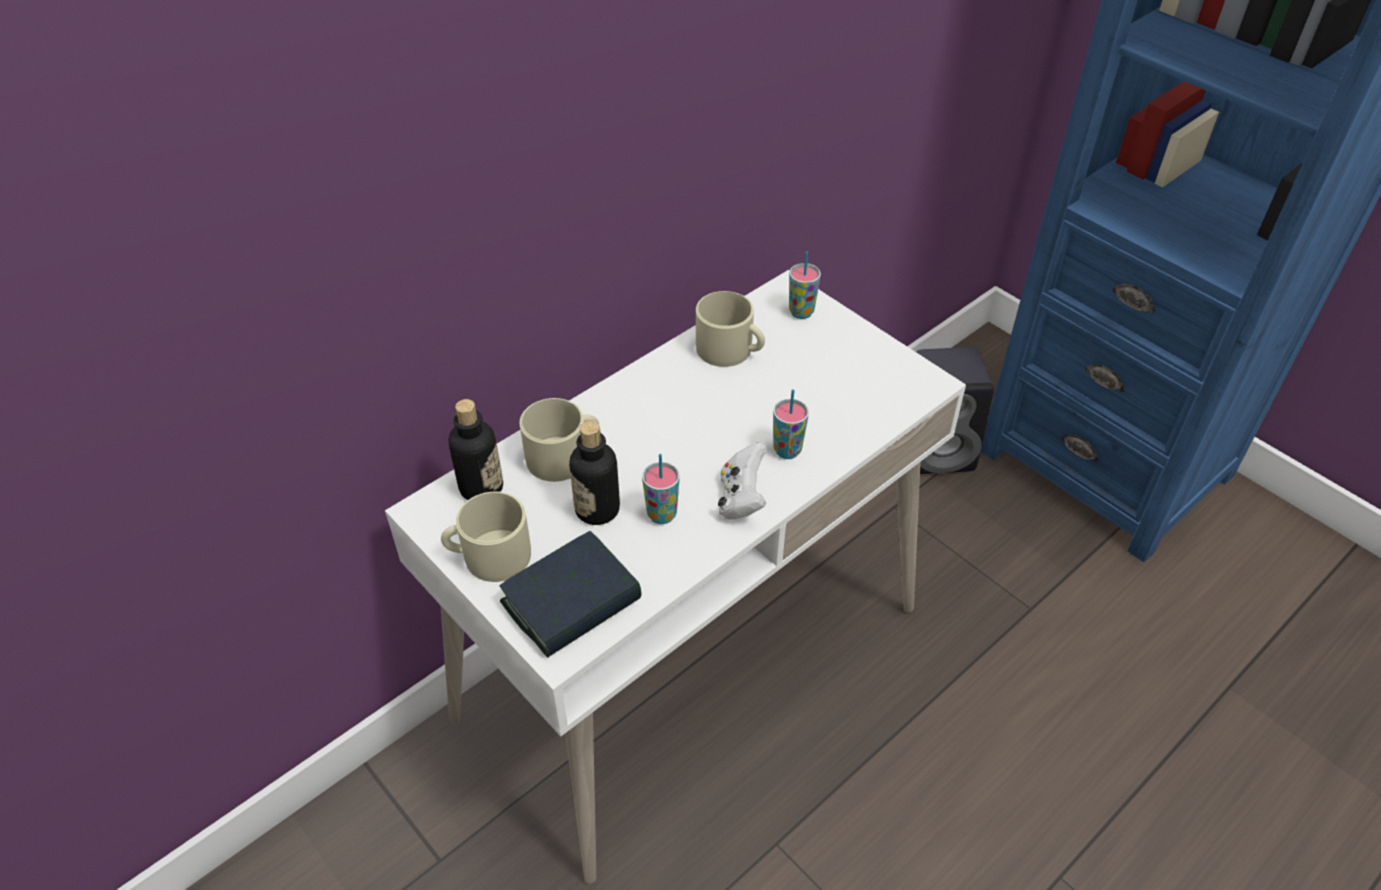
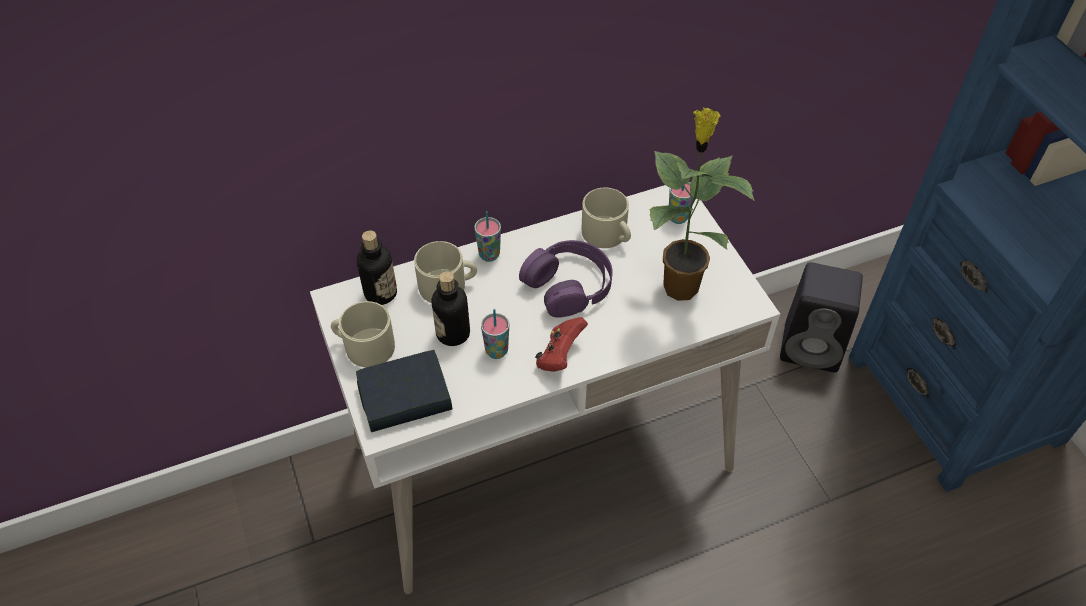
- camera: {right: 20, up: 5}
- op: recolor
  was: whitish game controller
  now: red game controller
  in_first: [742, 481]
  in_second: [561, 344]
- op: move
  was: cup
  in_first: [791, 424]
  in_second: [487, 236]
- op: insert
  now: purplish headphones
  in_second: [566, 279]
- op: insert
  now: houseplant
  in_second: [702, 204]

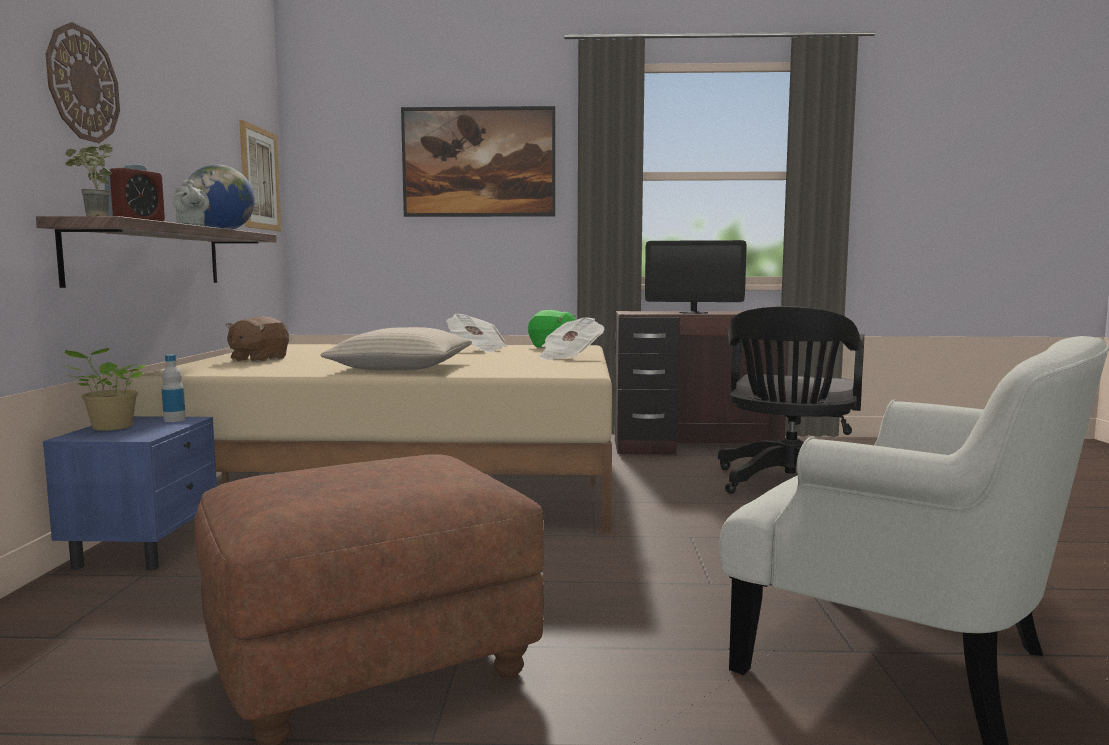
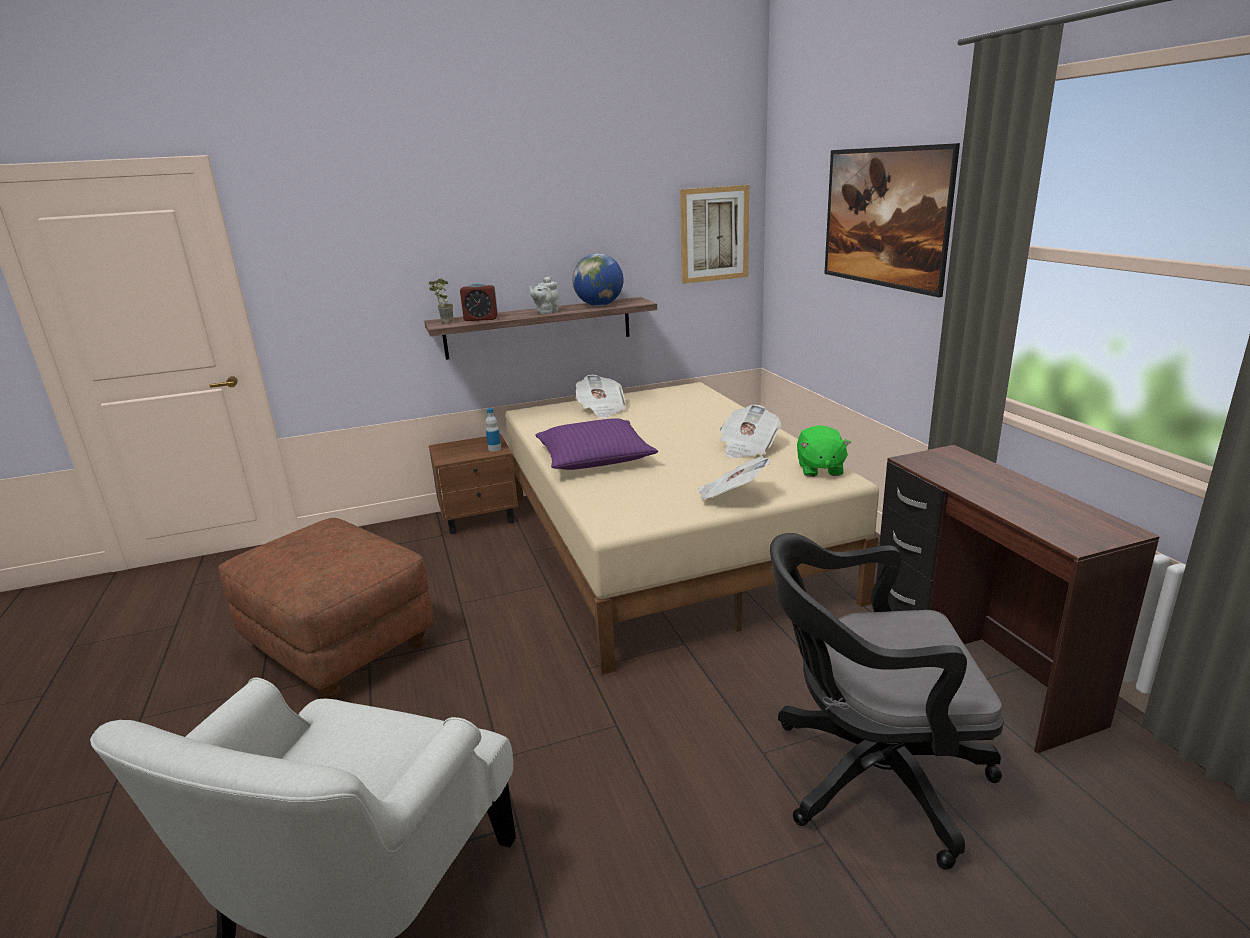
- camera: {right: 70, up: 15}
- op: recolor
  was: blue-coloured night table
  now: brown night table
  in_first: [130, 493]
  in_second: [473, 484]
- op: delete
  was: clock on the wall
  in_first: [83, 82]
- op: delete
  was: houseplant
  in_first: [103, 389]
- op: replace
  was: brown plush toy
  now: newspaper
  in_first: [257, 339]
  in_second: [601, 396]
- op: recolor
  was: beige pillow
  now: purplish pillow
  in_first: [396, 348]
  in_second: [596, 444]
- op: delete
  was: computer screen
  in_first: [696, 277]

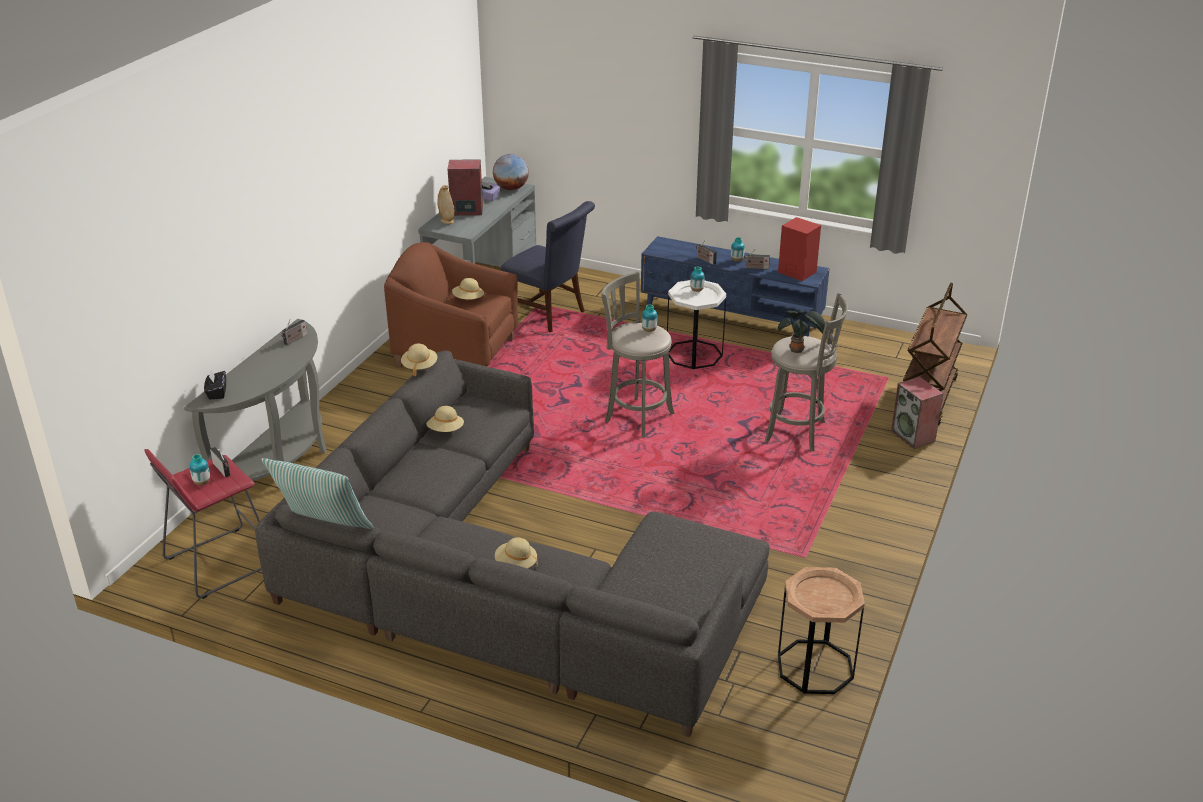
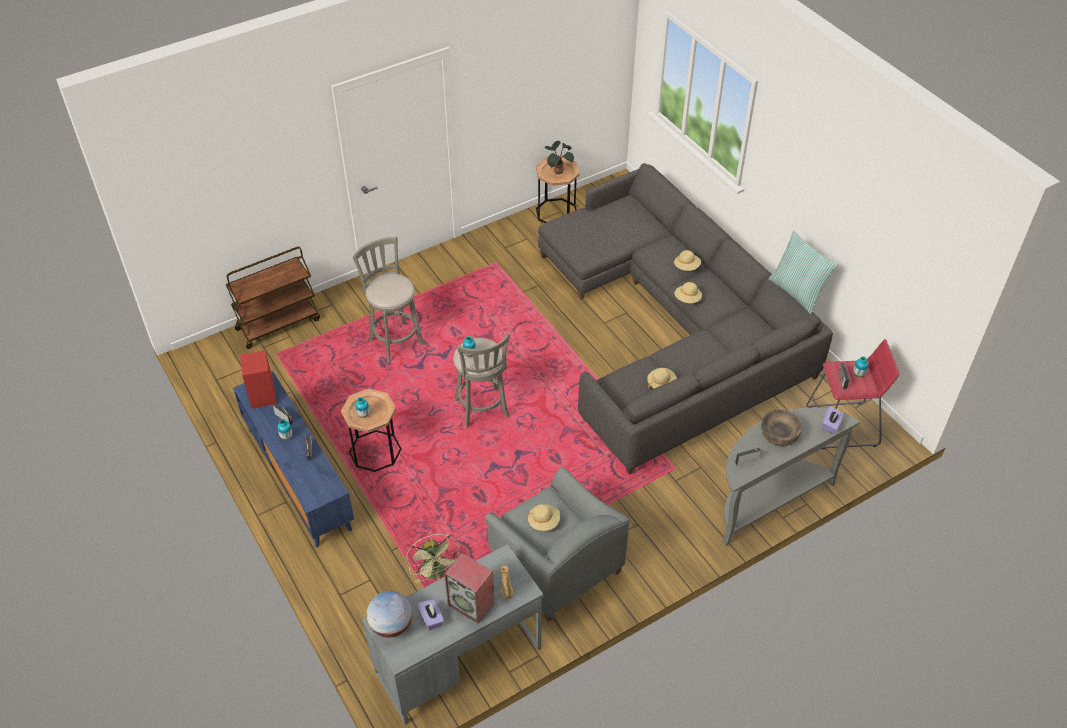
- camera: {right: -145, up: 15}
- op: recolor
  was: black tissue box
  now: purplish tissue box
  in_first: [215, 384]
  in_second: [832, 420]
- op: recolor
  was: brown easy chair
  now: gray easy chair
  in_first: [451, 304]
  in_second: [557, 544]
- op: move
  was: beige wearable hat
  in_first: [419, 360]
  in_second: [688, 292]
- op: replace
  was: blue-coloured upright chair
  now: green electric fan
  in_first: [548, 266]
  in_second: [433, 558]
- op: recolor
  was: whitish accent table
  now: brown accent table
  in_first: [696, 324]
  in_second: [371, 430]
- op: move
  was: houseplant
  in_first: [801, 331]
  in_second: [559, 158]
- op: delete
  was: speaker
  in_first: [917, 413]
- op: insert
  now: brown bowl
  in_second: [781, 428]

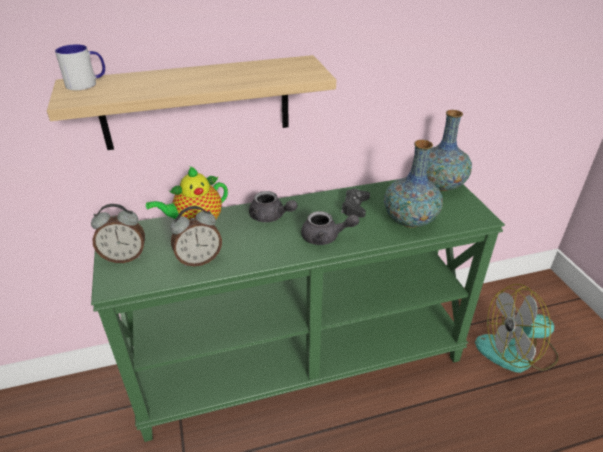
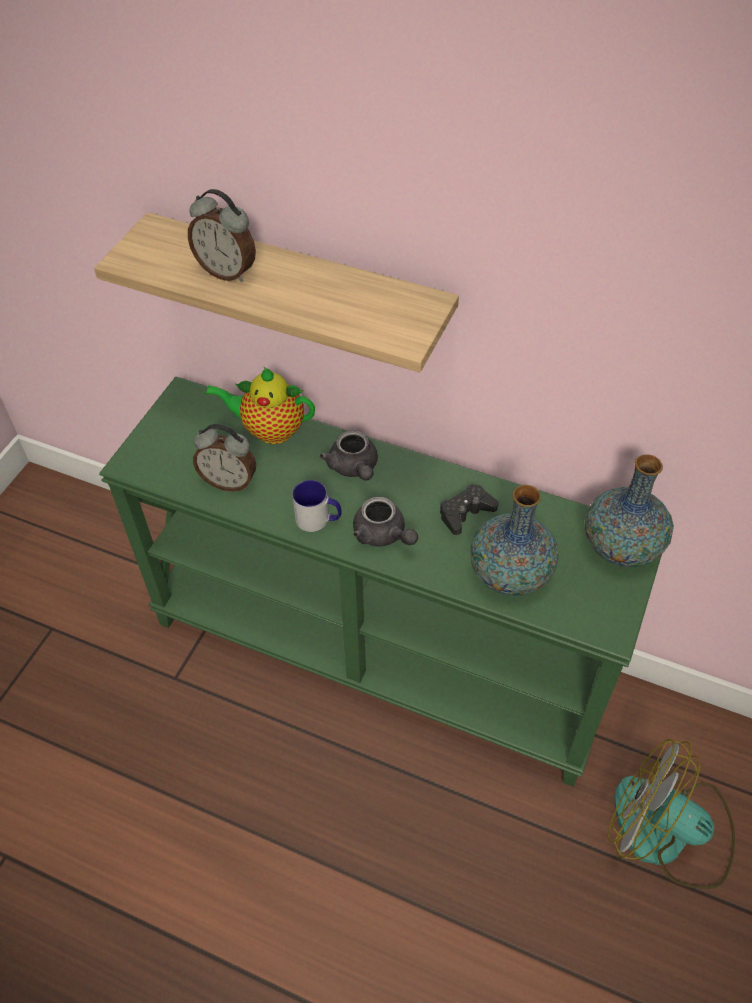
- camera: {right: 40, up: 15}
- op: move
  was: coffee mug
  in_first: [80, 67]
  in_second: [317, 506]
- op: move
  was: alarm clock
  in_first: [118, 233]
  in_second: [222, 235]

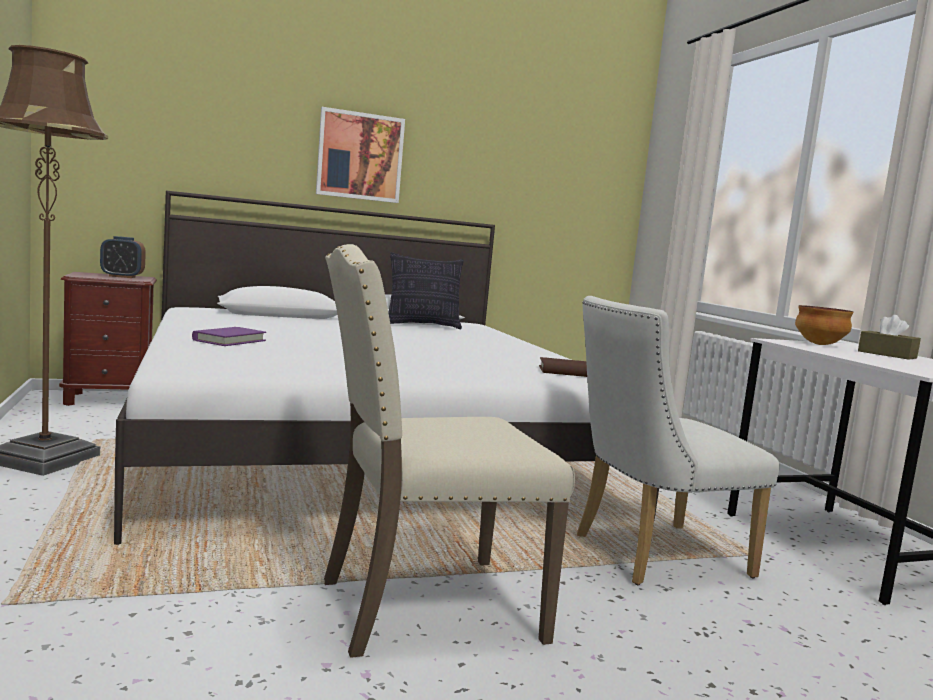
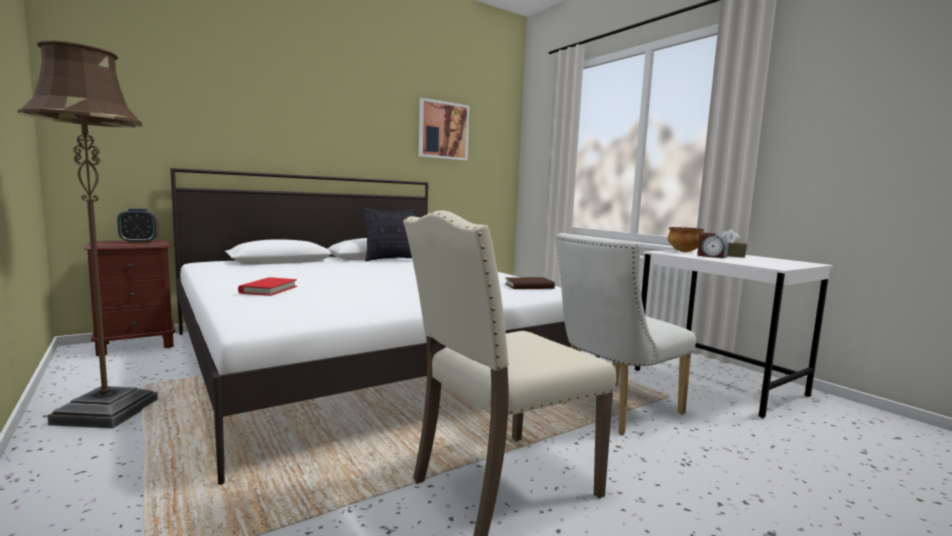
- camera: {right: -15, up: 0}
- op: recolor
  was: purplish bound book
  now: red bound book
  in_first: [229, 336]
  in_second: [267, 286]
- op: move
  was: wall picture
  in_first: [360, 155]
  in_second: [444, 129]
- op: insert
  now: alarm clock
  in_second: [713, 245]

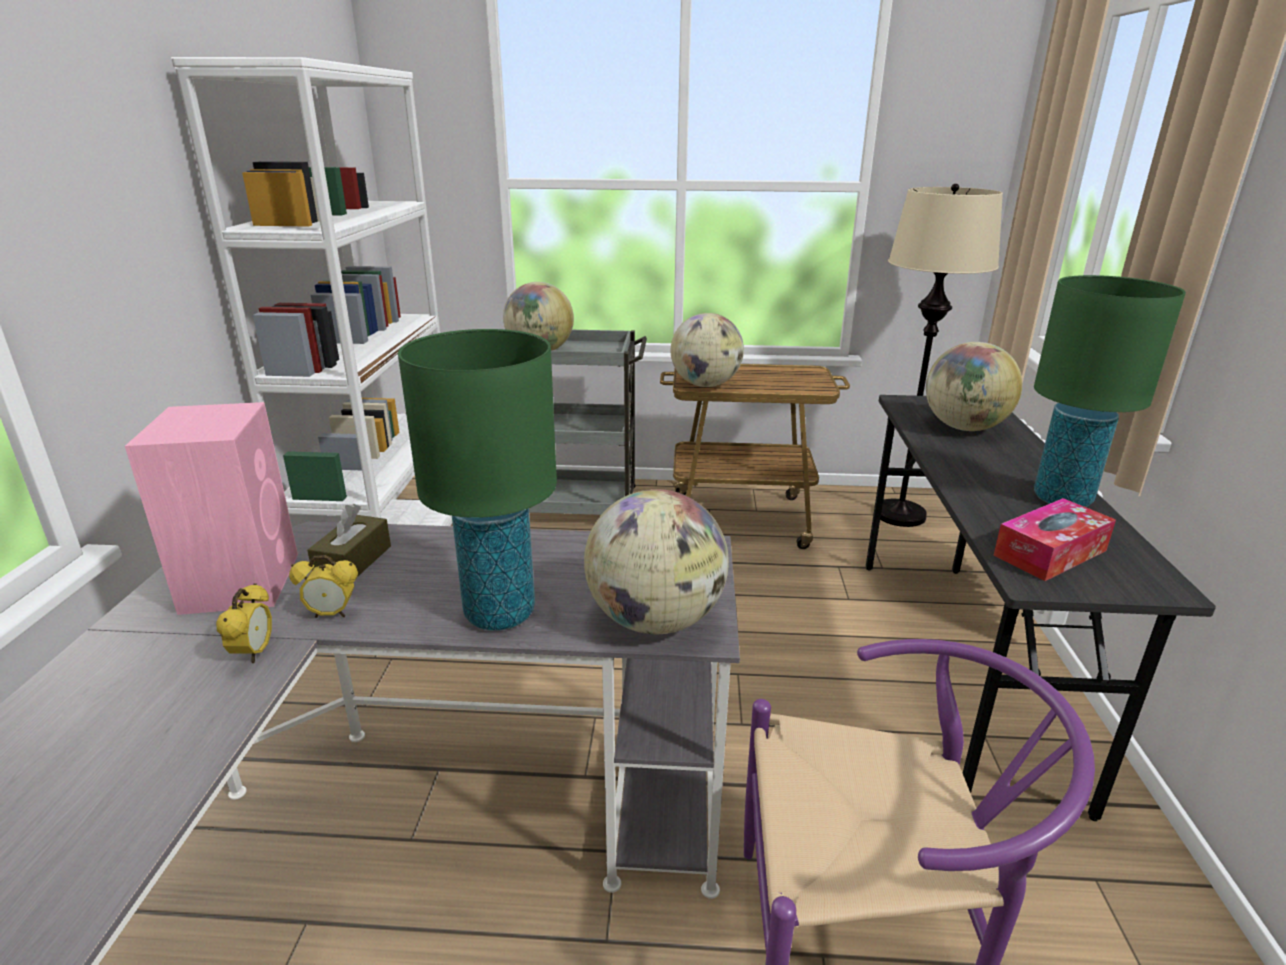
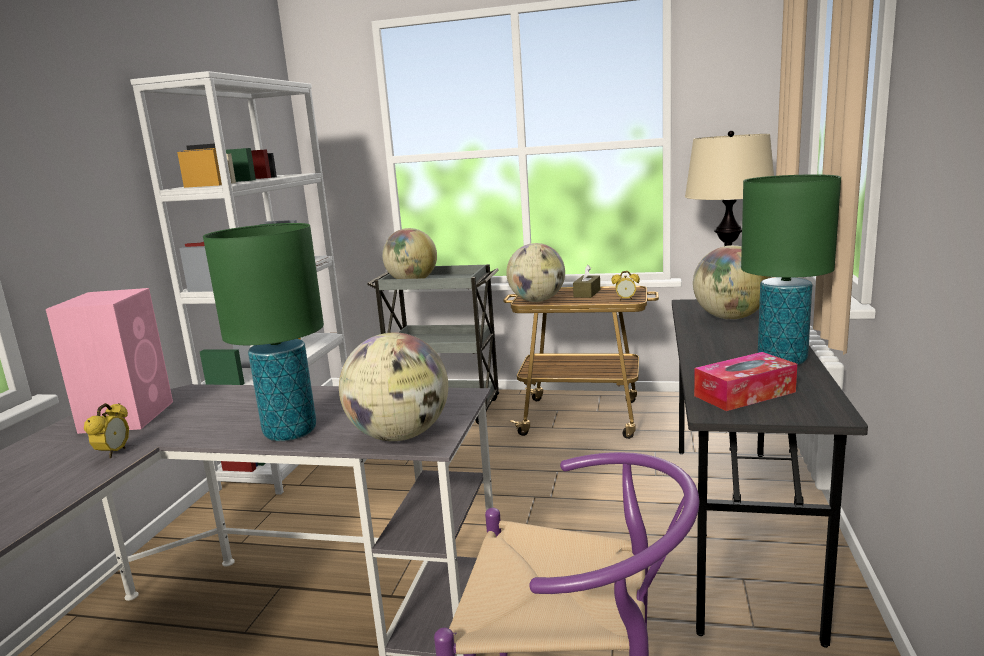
- camera: {right: 10, up: -10}
- op: move
  was: alarm clock
  in_first: [323, 586]
  in_second: [625, 286]
- op: move
  was: brown tissue box
  in_first: [349, 540]
  in_second: [586, 281]

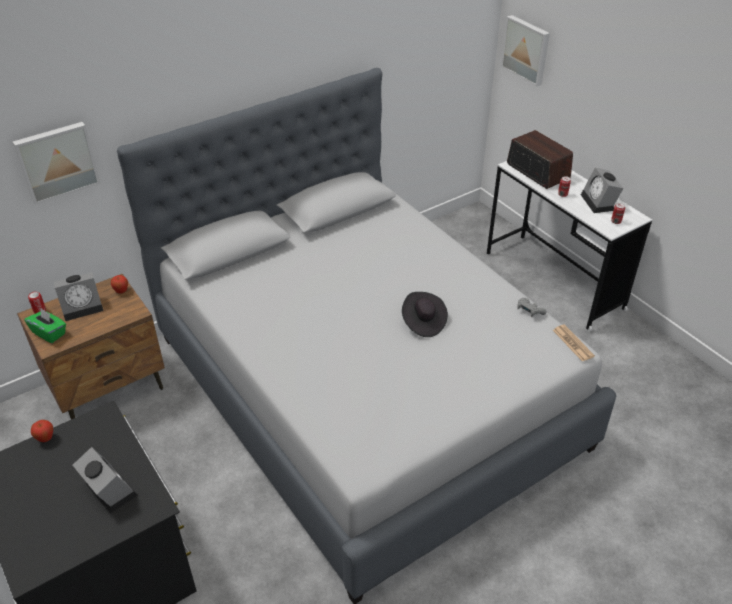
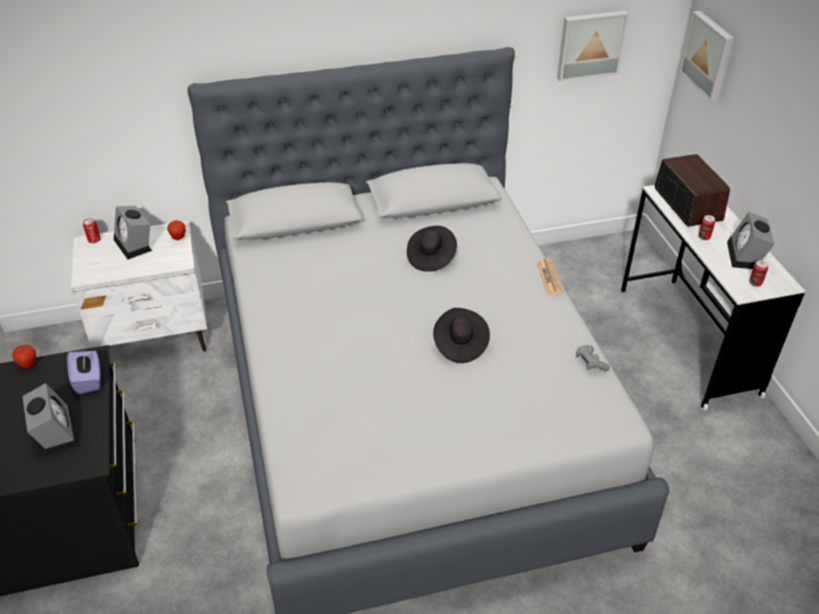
- camera: {right: 20, up: 0}
- op: move
  was: wall picture
  in_first: [57, 163]
  in_second: [593, 46]
- op: recolor
  was: brown night table
  now: whitish night table
  in_first: [91, 346]
  in_second: [139, 286]
- op: delete
  was: green tissue box
  in_first: [45, 326]
- op: rotate
  was: alarm clock
  in_first: [78, 296]
  in_second: [133, 232]
  clockwise: 60
- op: move
  was: newspaper
  in_first: [574, 343]
  in_second: [550, 277]
- op: insert
  now: purplish tissue box
  in_second: [83, 372]
- op: insert
  now: black wearable hat
  in_second: [432, 249]

